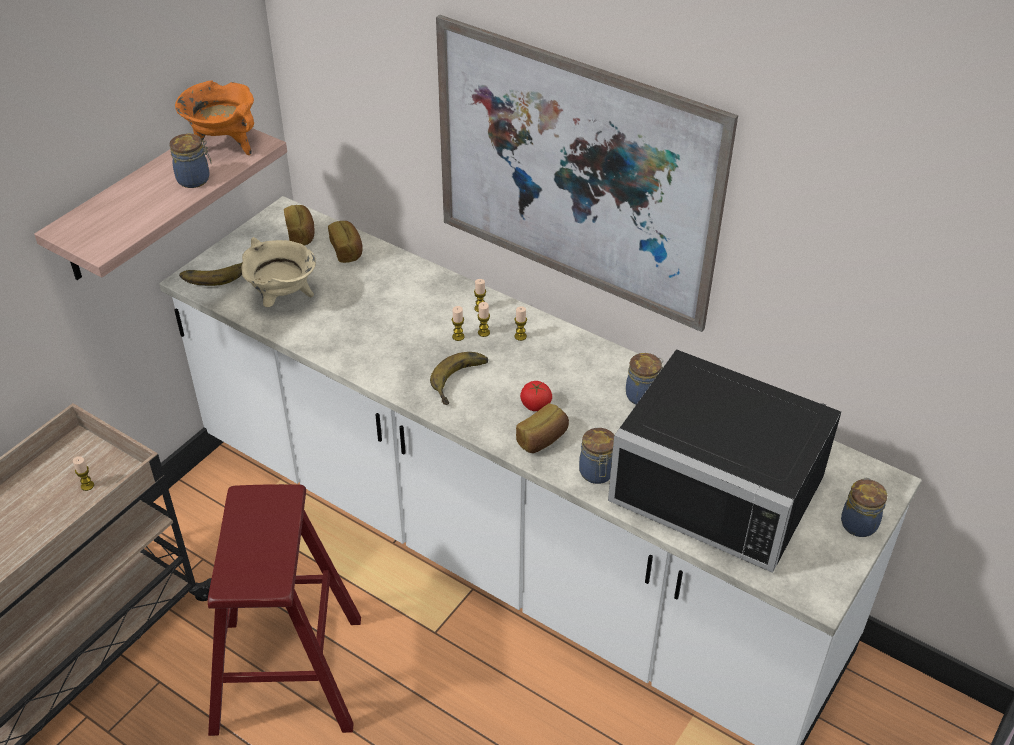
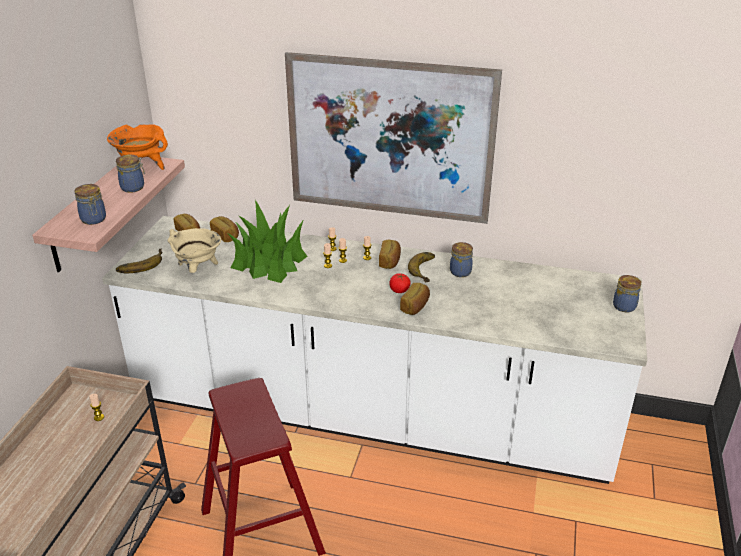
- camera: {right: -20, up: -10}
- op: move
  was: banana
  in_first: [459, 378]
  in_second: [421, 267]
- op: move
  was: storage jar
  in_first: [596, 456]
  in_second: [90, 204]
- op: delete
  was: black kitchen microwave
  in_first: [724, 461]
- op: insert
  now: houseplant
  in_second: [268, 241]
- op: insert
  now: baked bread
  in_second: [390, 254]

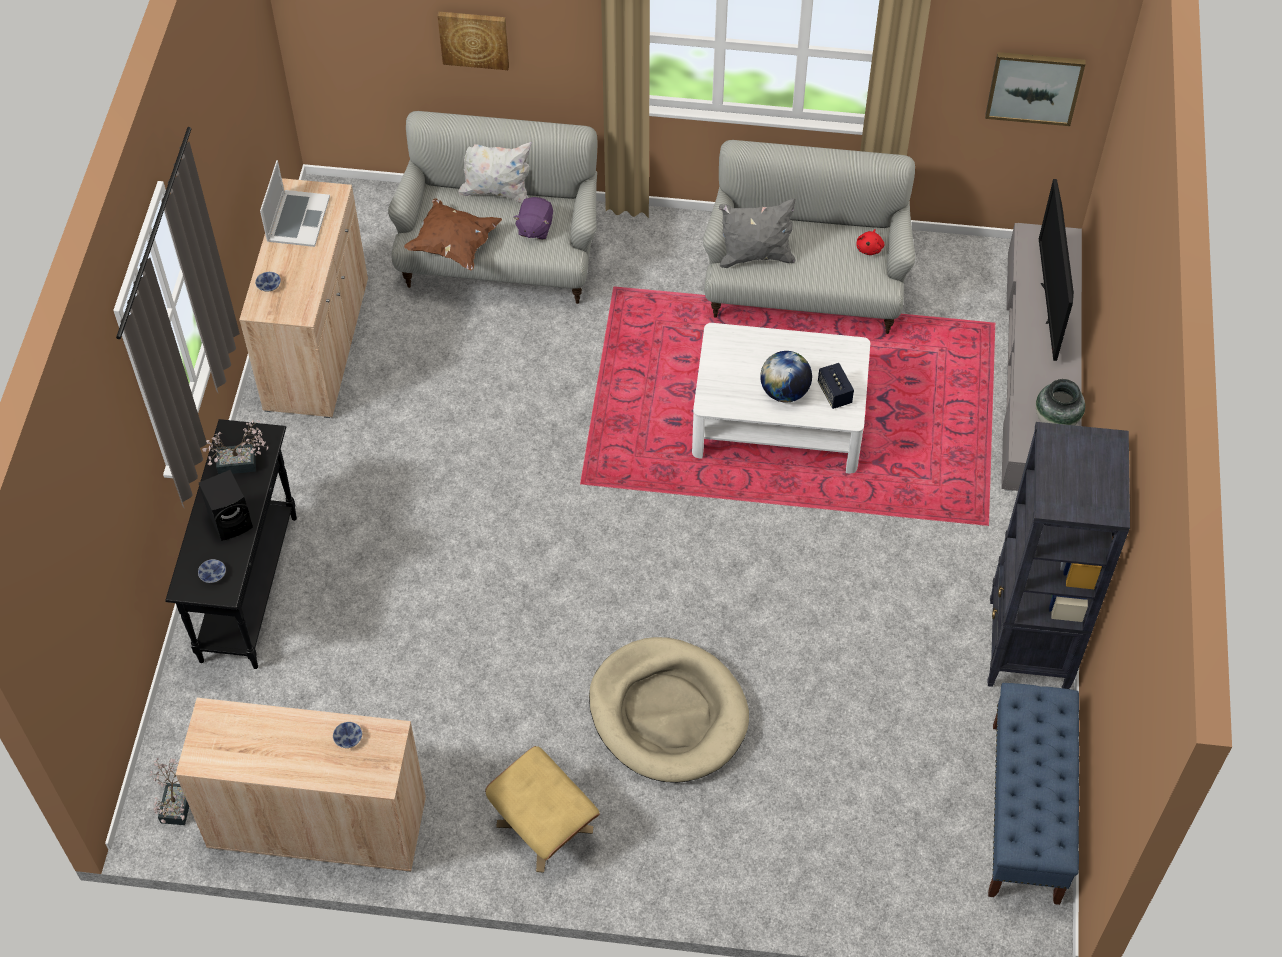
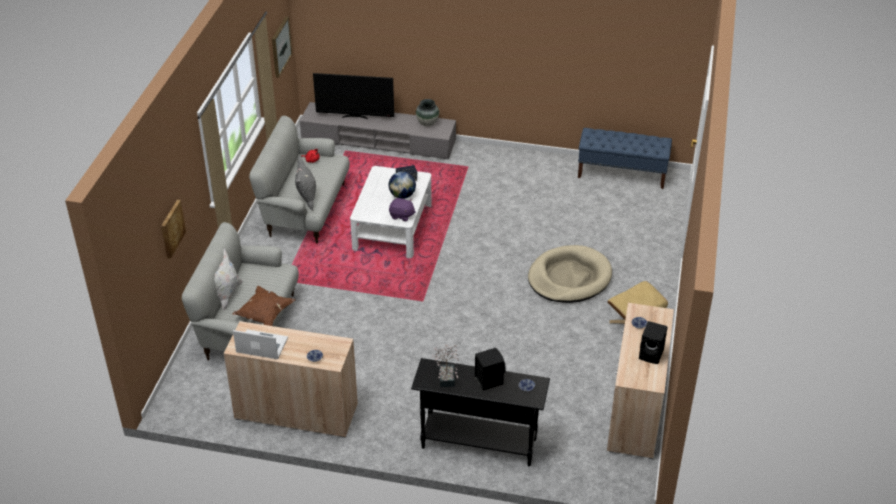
- camera: {right: -85, up: -15}
- op: delete
  was: houseplant
  in_first: [169, 791]
- op: move
  was: purplish plush toy
  in_first: [533, 218]
  in_second: [402, 209]
- op: delete
  was: black shelving unit
  in_first: [1059, 555]
- op: insert
  now: black speaker
  in_second: [653, 342]

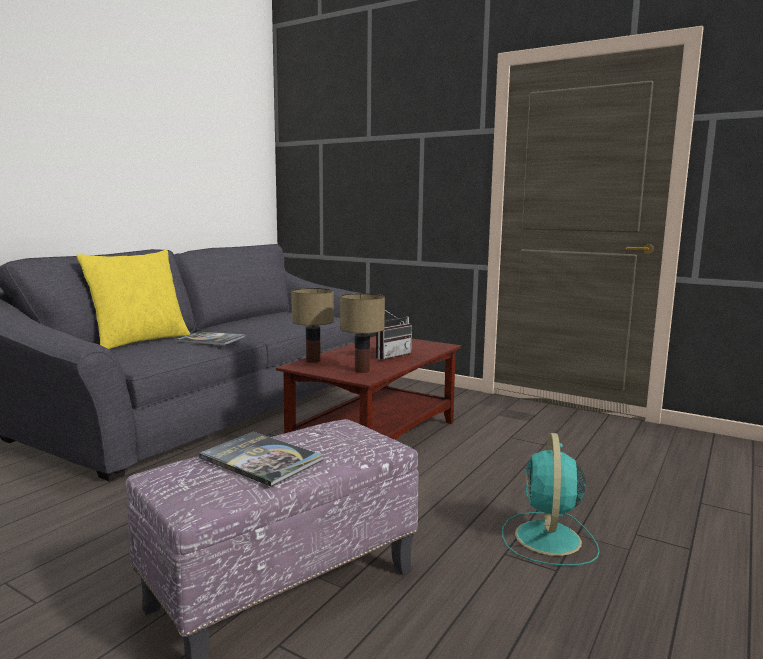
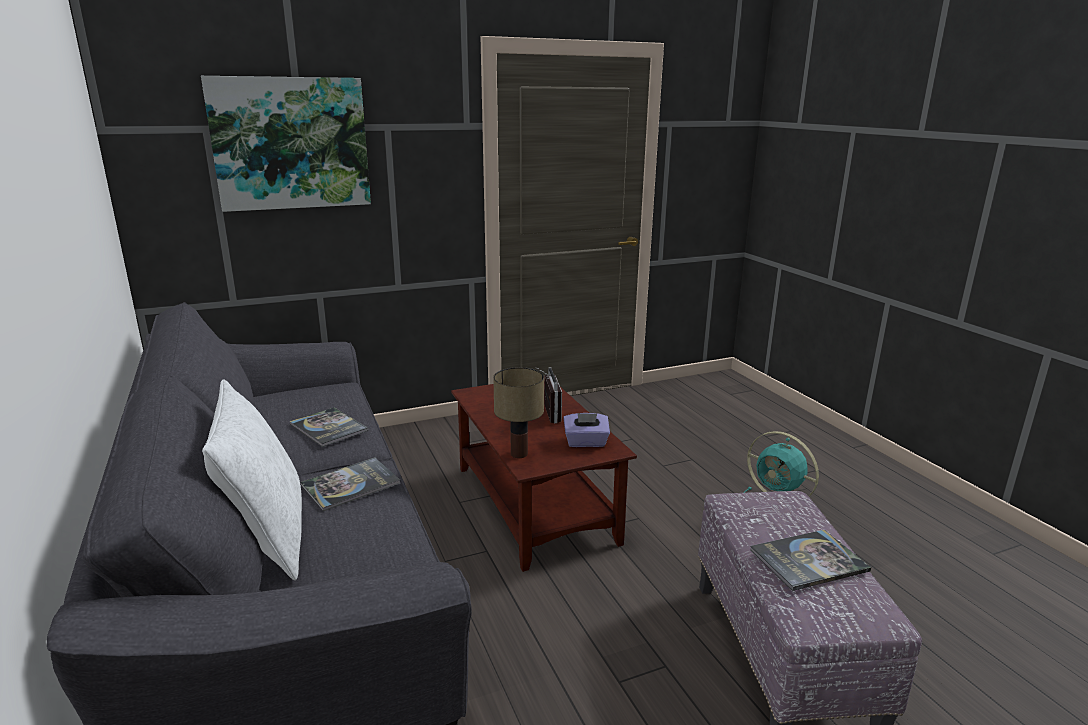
- camera: {right: -55, up: 10}
- op: recolor
  was: yellow pillow
  now: whitish pillow
  in_first: [133, 299]
  in_second: [252, 479]
- op: replace
  was: lamp for a table
  now: purplish tissue box
  in_first: [362, 333]
  in_second: [586, 430]
- op: insert
  now: wall picture
  in_second: [286, 144]
- op: insert
  now: bound book
  in_second: [329, 427]

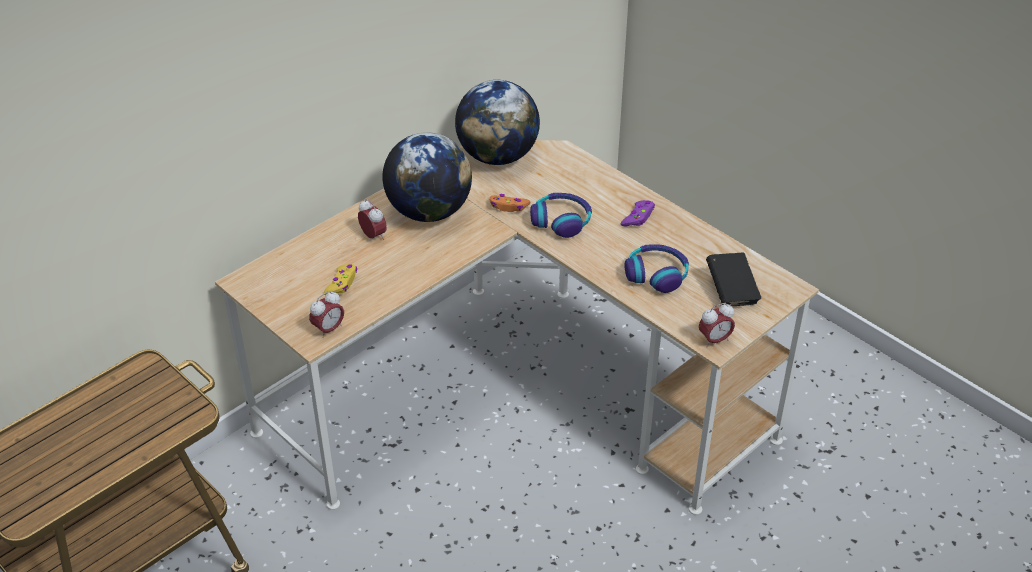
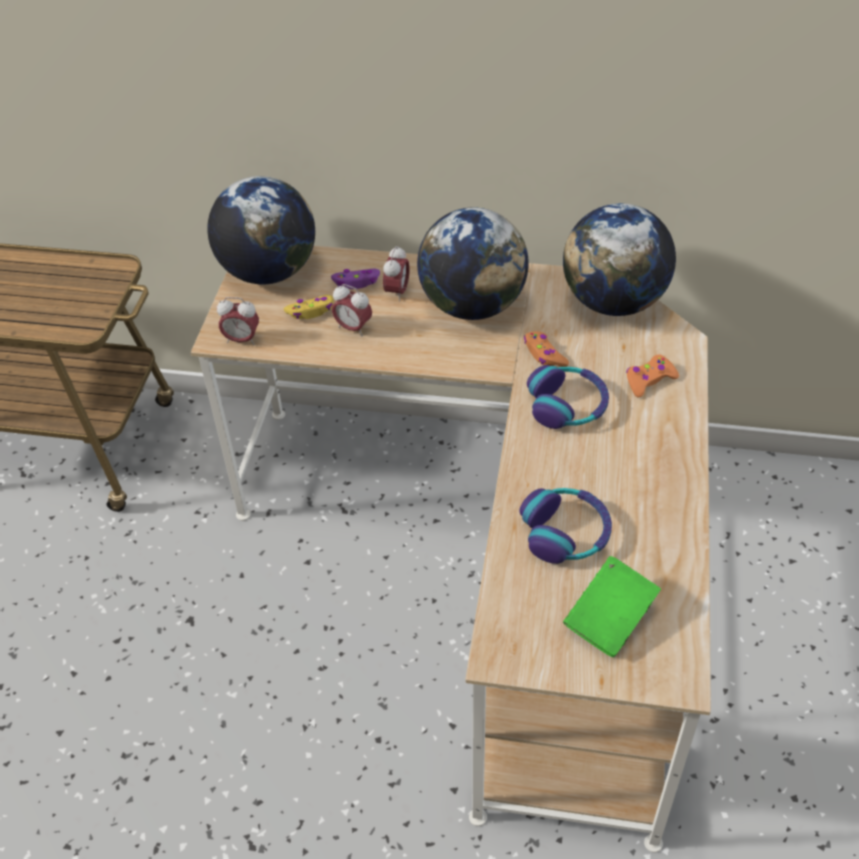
- camera: {right: 55, up: 5}
- op: move
  was: purplish game controller
  in_first: [638, 213]
  in_second: [355, 279]
- op: move
  was: alarm clock
  in_first: [717, 325]
  in_second: [352, 310]
- op: recolor
  was: black bound book
  now: green bound book
  in_first: [733, 279]
  in_second: [612, 606]
- op: insert
  now: world globe
  in_second: [261, 230]
- op: insert
  now: orangey game controller
  in_second: [652, 376]

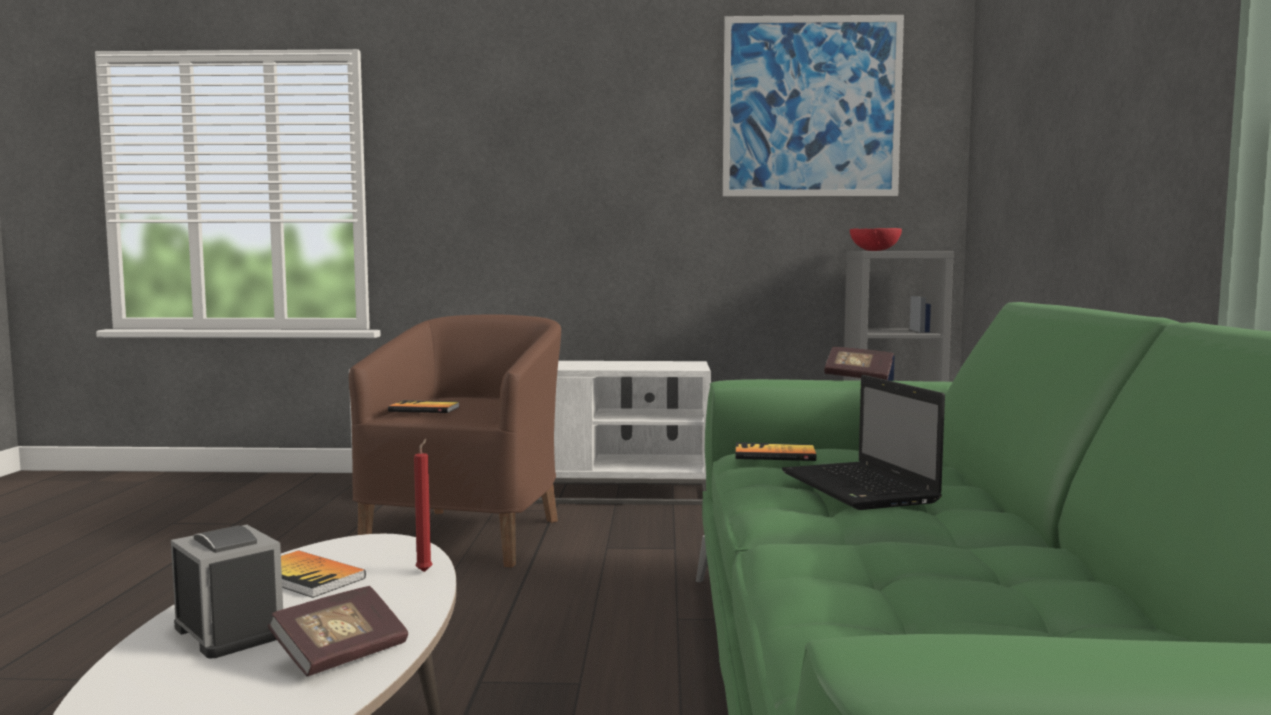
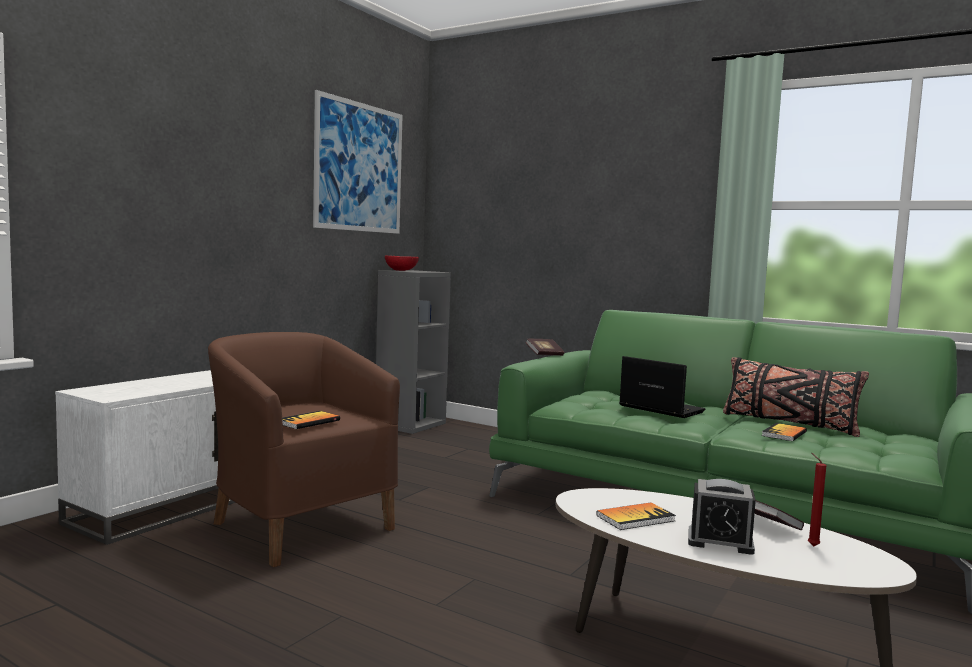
- camera: {right: -60, up: 0}
- op: rotate
  was: alarm clock
  in_first: [227, 592]
  in_second: [722, 517]
  clockwise: -150
- op: move
  was: red wax light
  in_first: [423, 505]
  in_second: [817, 500]
- op: move
  was: bound book
  in_first: [776, 451]
  in_second: [784, 432]
- op: rotate
  was: portable computer
  in_first: [863, 442]
  in_second: [662, 387]
  clockwise: -150
- op: insert
  now: black pillow
  in_second: [796, 397]

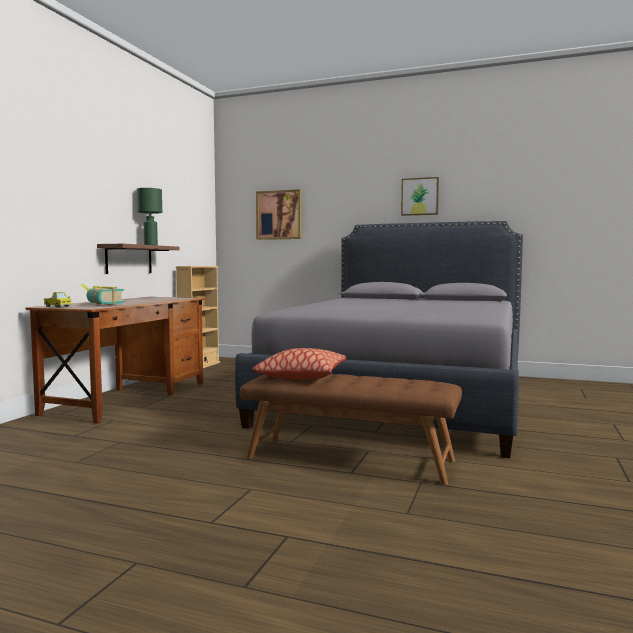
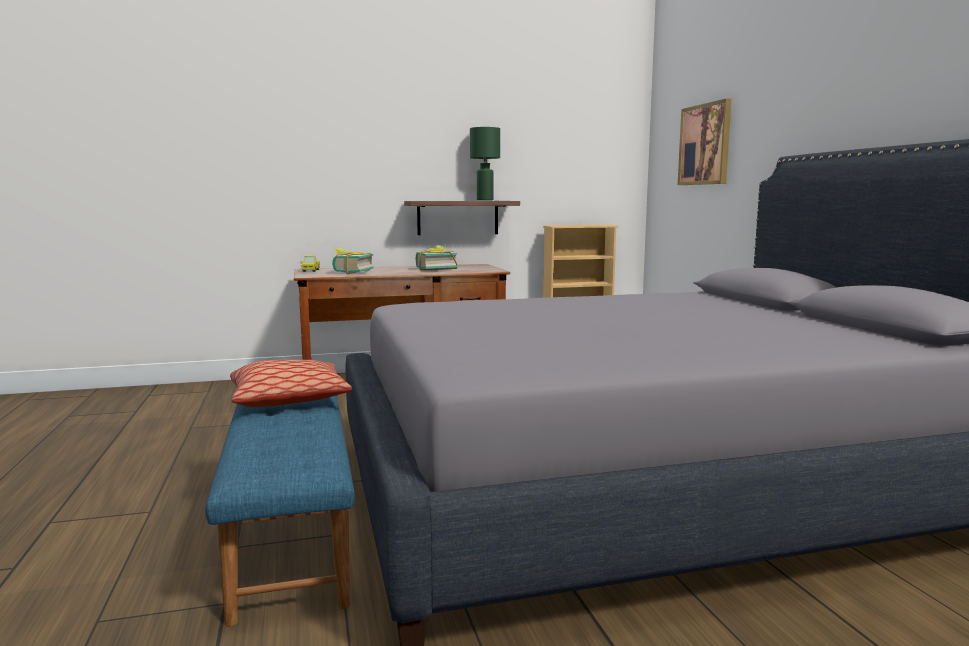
- camera: {right: 55, up: 5}
- op: recolor
  was: brown indoor bench
  now: blue-coloured indoor bench
  in_first: [351, 429]
  in_second: [280, 510]
- op: delete
  was: wall picture
  in_first: [420, 196]
- op: insert
  now: bound book
  in_second: [437, 257]

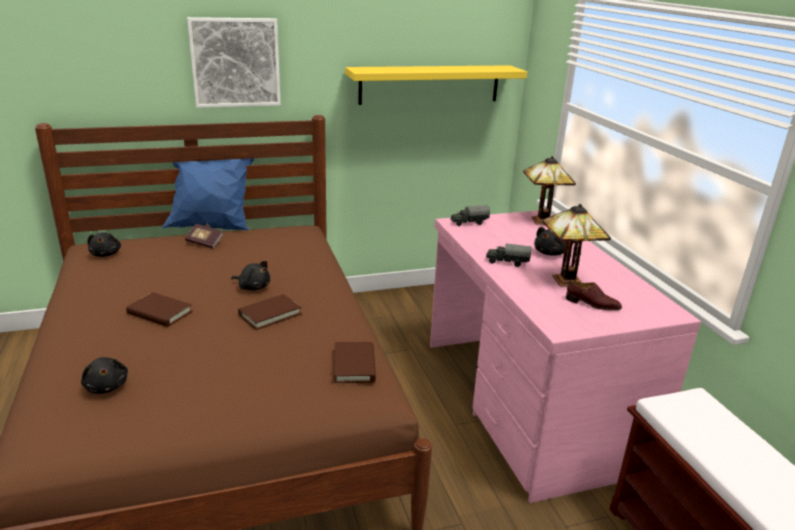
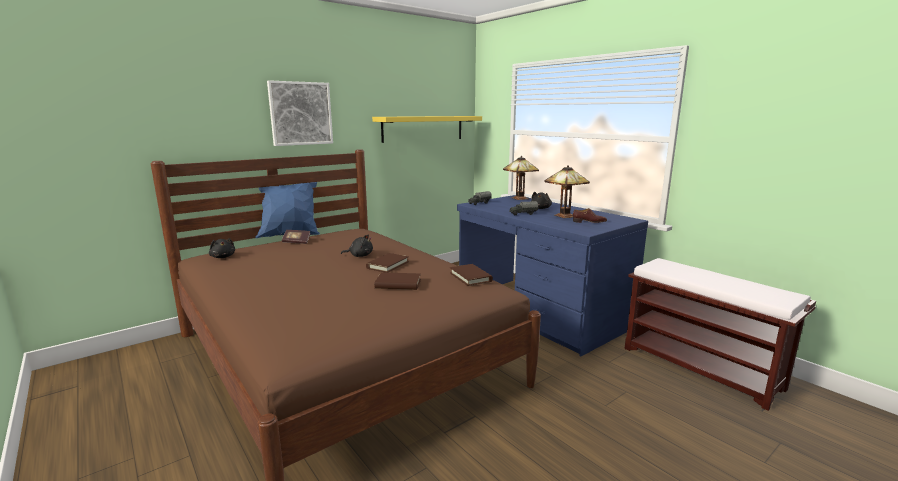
- camera: {right: -20, up: -10}
- op: delete
  was: black plush toy
  in_first: [104, 375]
- op: move
  was: brown bound book
  in_first: [159, 309]
  in_second: [397, 281]
- op: recolor
  was: pink-coloured desk
  now: blue-coloured desk
  in_first: [565, 356]
  in_second: [552, 275]

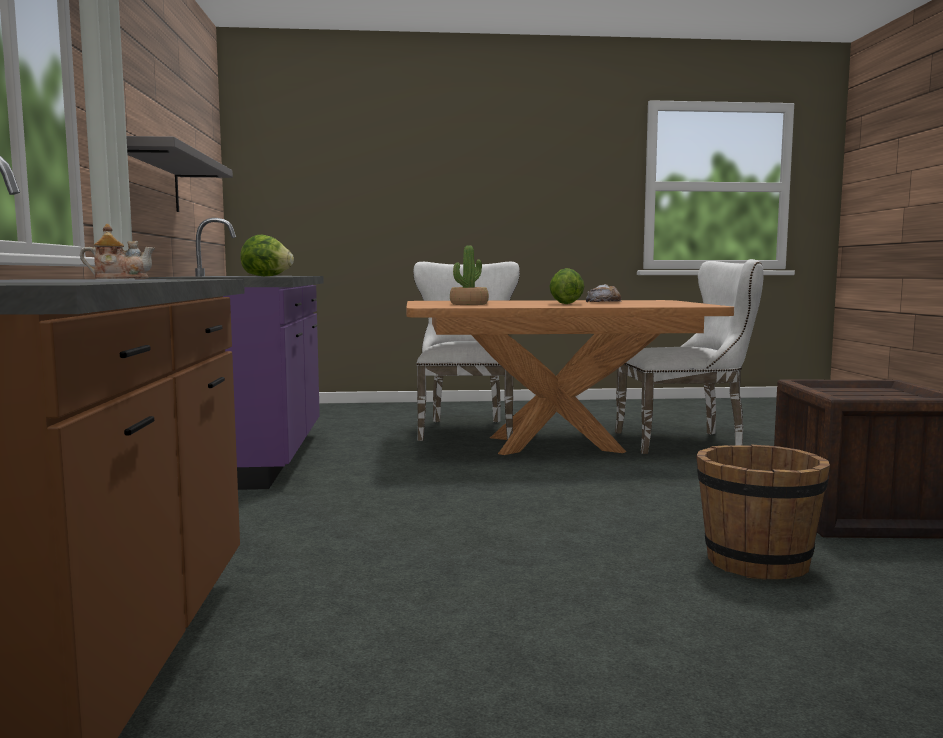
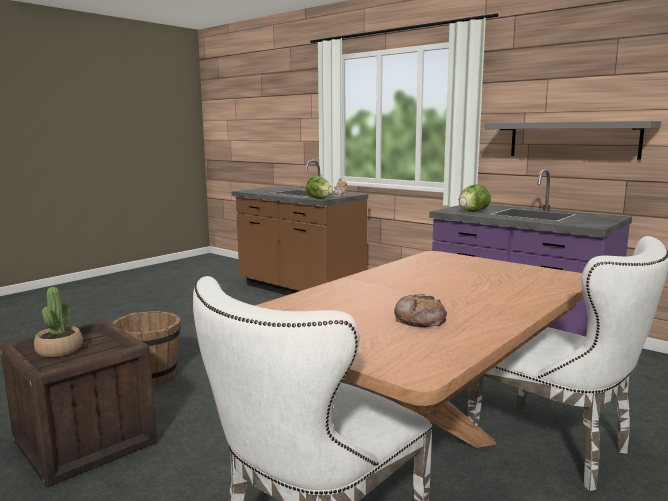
- camera: {right: 135, up: 5}
- op: move
  was: houseplant
  in_first: [469, 275]
  in_second: [58, 322]
- op: move
  was: lettuce head
  in_first: [567, 286]
  in_second: [319, 187]

